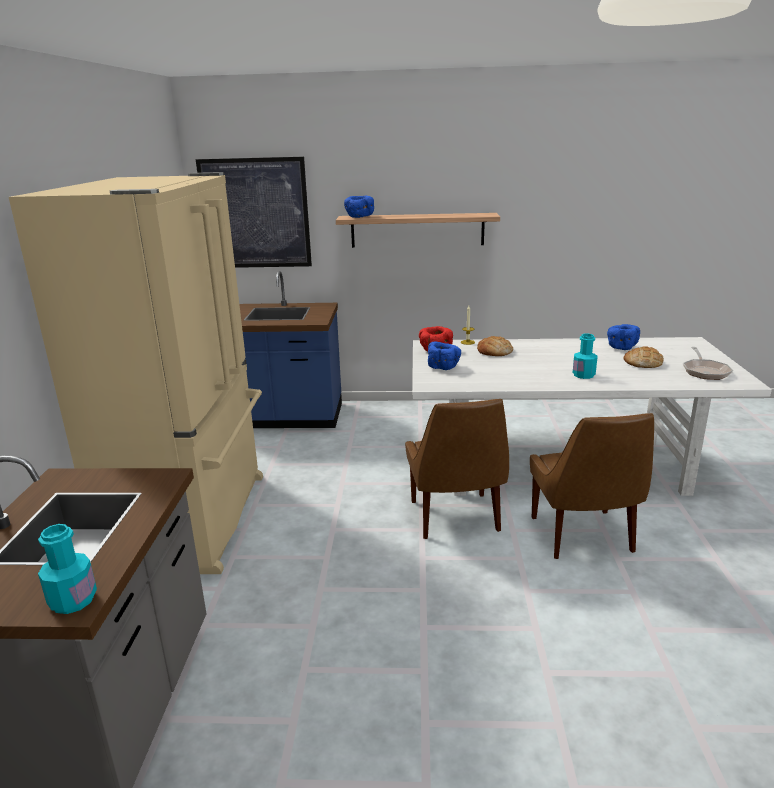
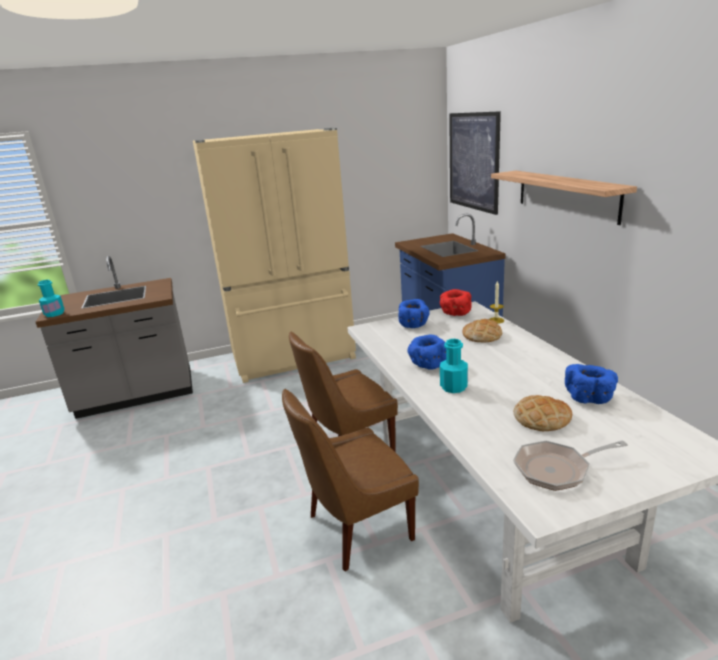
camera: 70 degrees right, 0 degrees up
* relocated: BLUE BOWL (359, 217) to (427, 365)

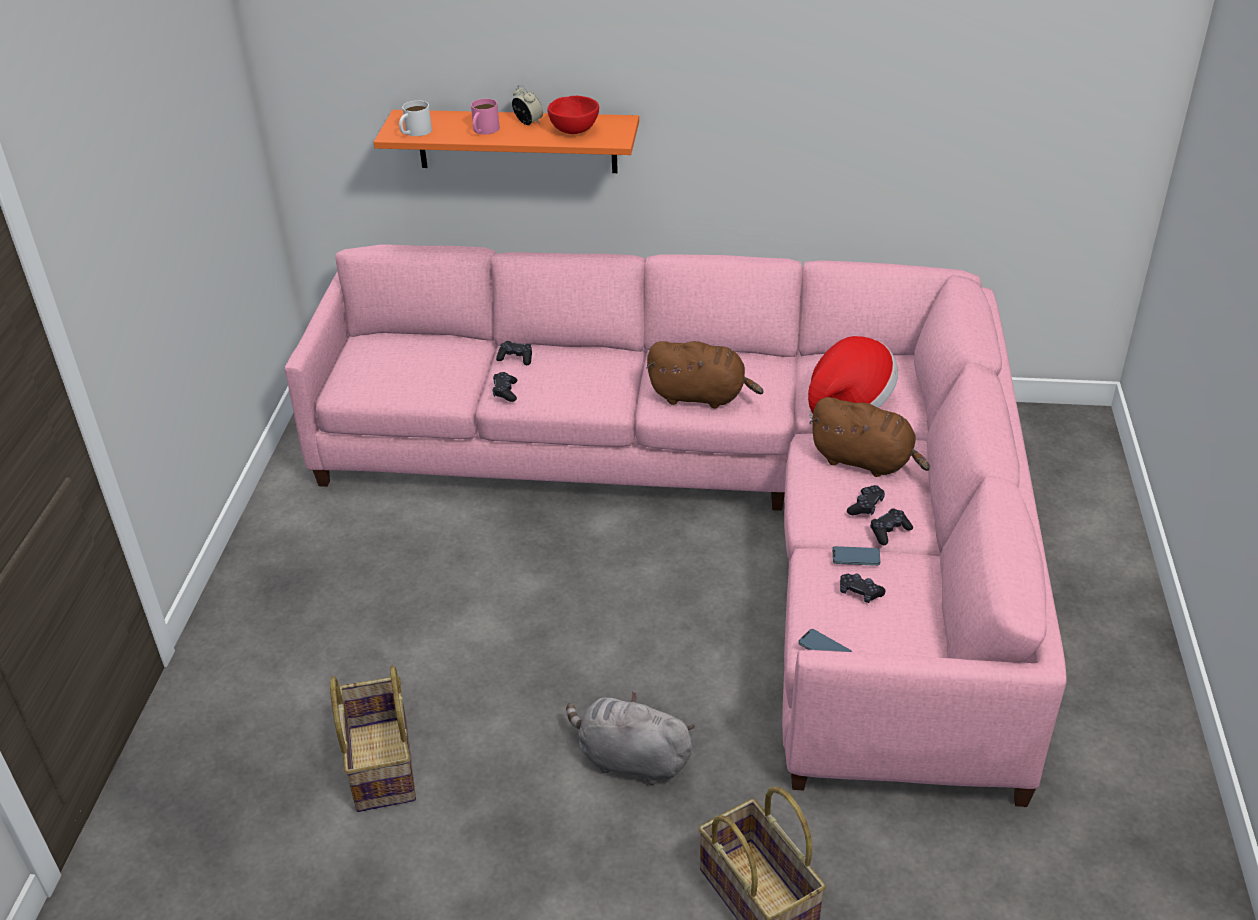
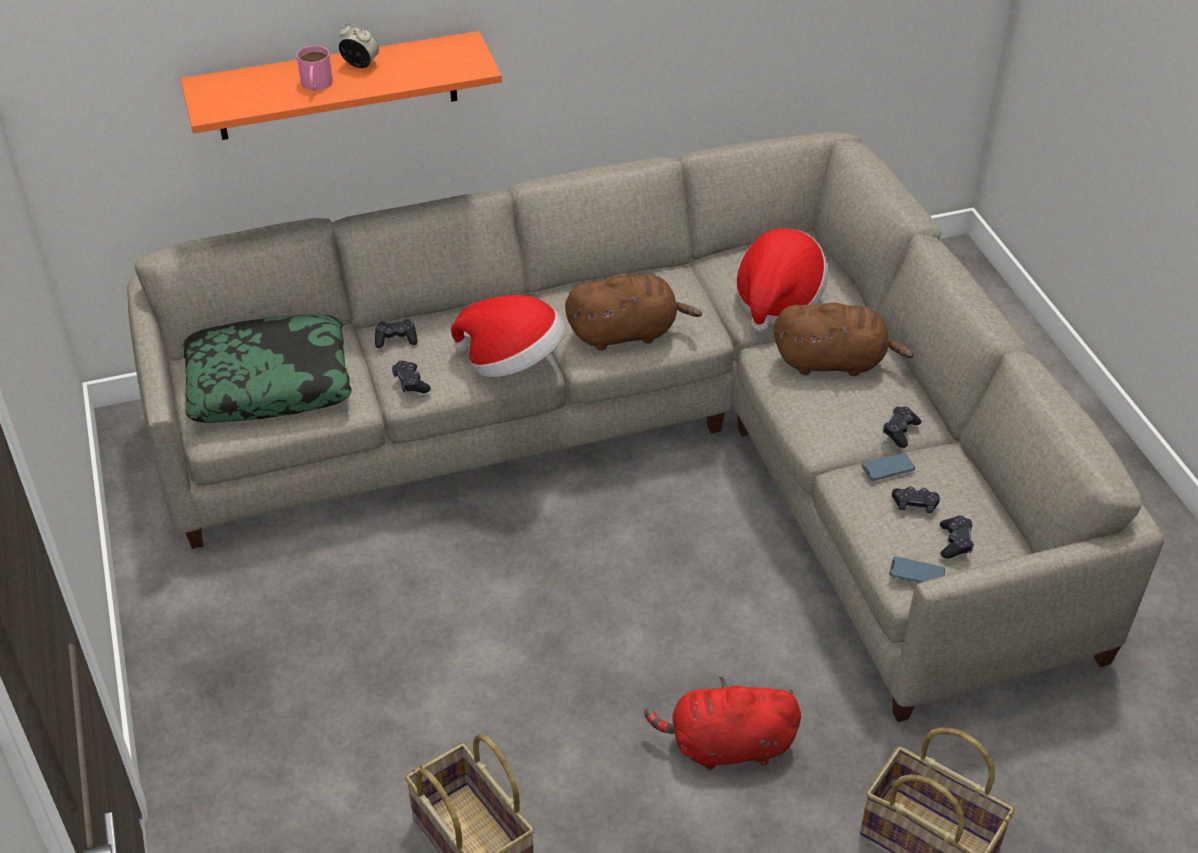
camera: 25 degrees left, 5 degrees up
* colour: PINK-COLOURED COUCH (721, 507) to GREY COUCH (657, 444)
* appeared: PILLOW (269, 382)
* appeared: HAT (513, 362)
* colour: GREY SOFT TOY (630, 759) to RED SOFT TOY (726, 746)
* relocated: BLACKISH JOYPAD (866, 506) to (955, 542)
* missing: WHITE-COLOURED MUG (414, 132)
* missing: RED BOWL (574, 130)

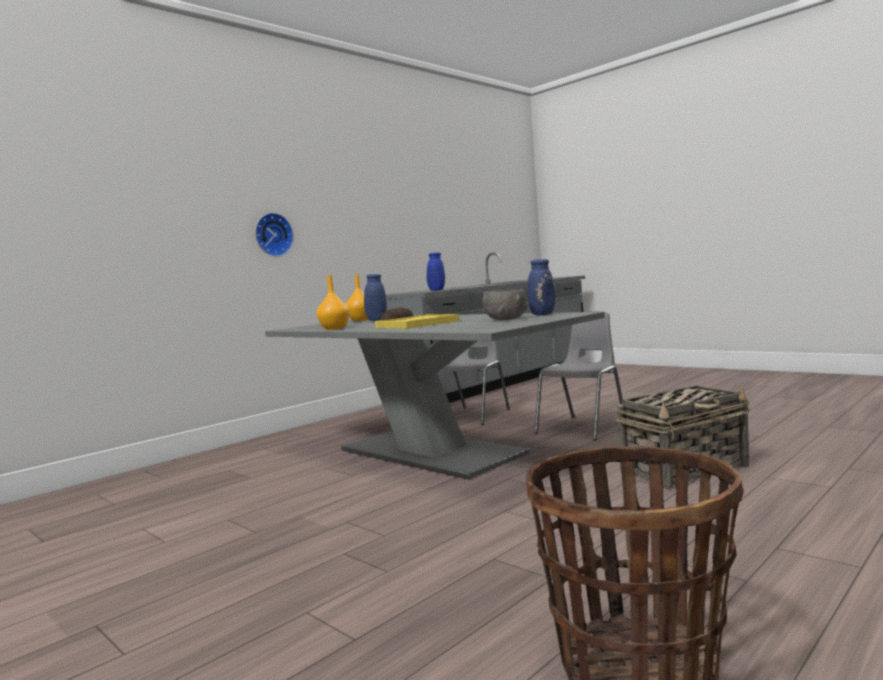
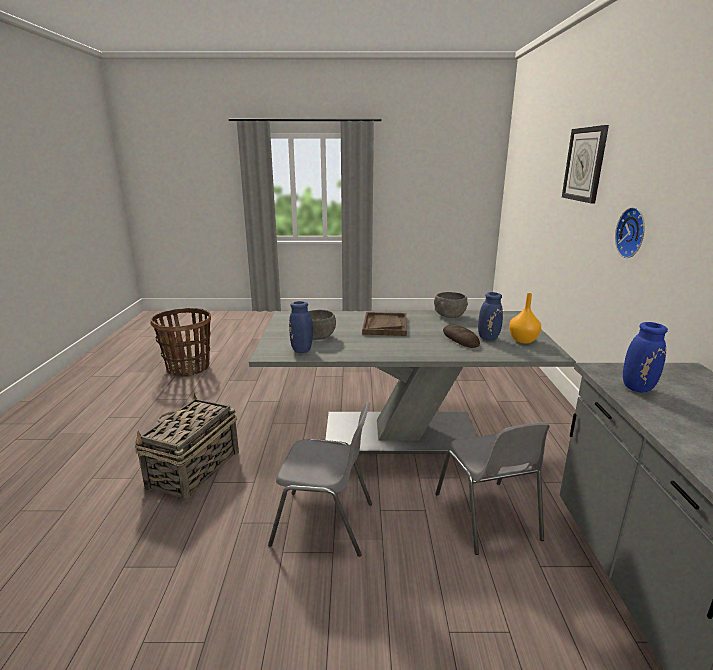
camera: 135 degrees right, 15 degrees up
* spun: GREY CHAIR (583, 427) = (325, 524) 75 degrees counterclockwise
* colour: YELLOW SERVING TRAY (417, 324) to BROWN-COLOURED SERVING TRAY (385, 325)
* exchanged: ORANGEY DECORATIVE VASE (334, 328) to GREY BOWL (449, 315)
* appeared: WALL CLOCK (585, 164)

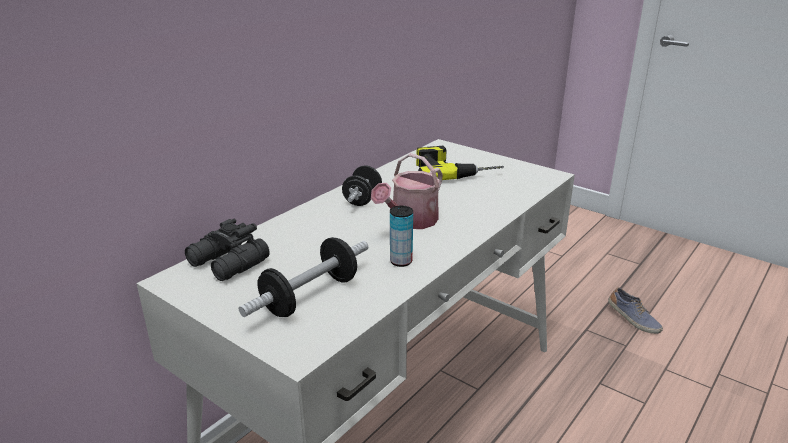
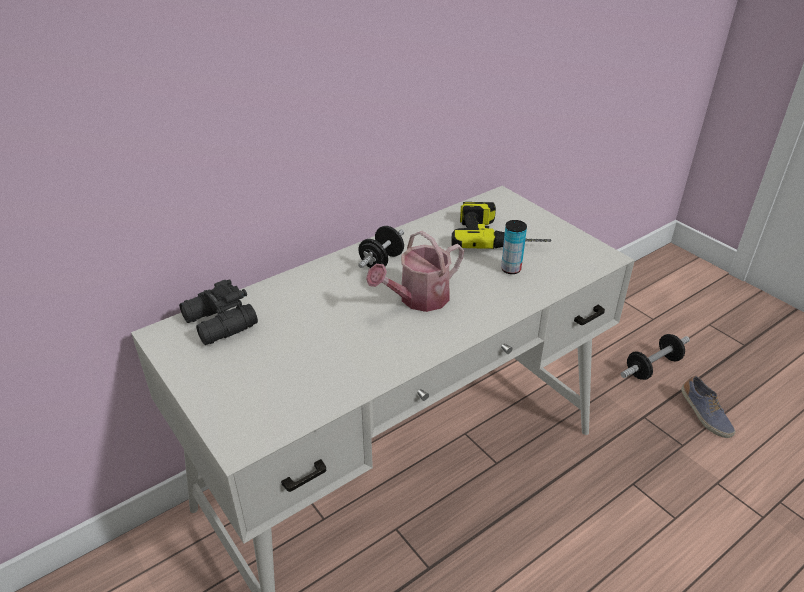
camera: 15 degrees right, 10 degrees up
* relocated: SEALED CAN (401, 261) to (511, 269)
* relocated: HAND WEIGHT (310, 296) to (652, 367)

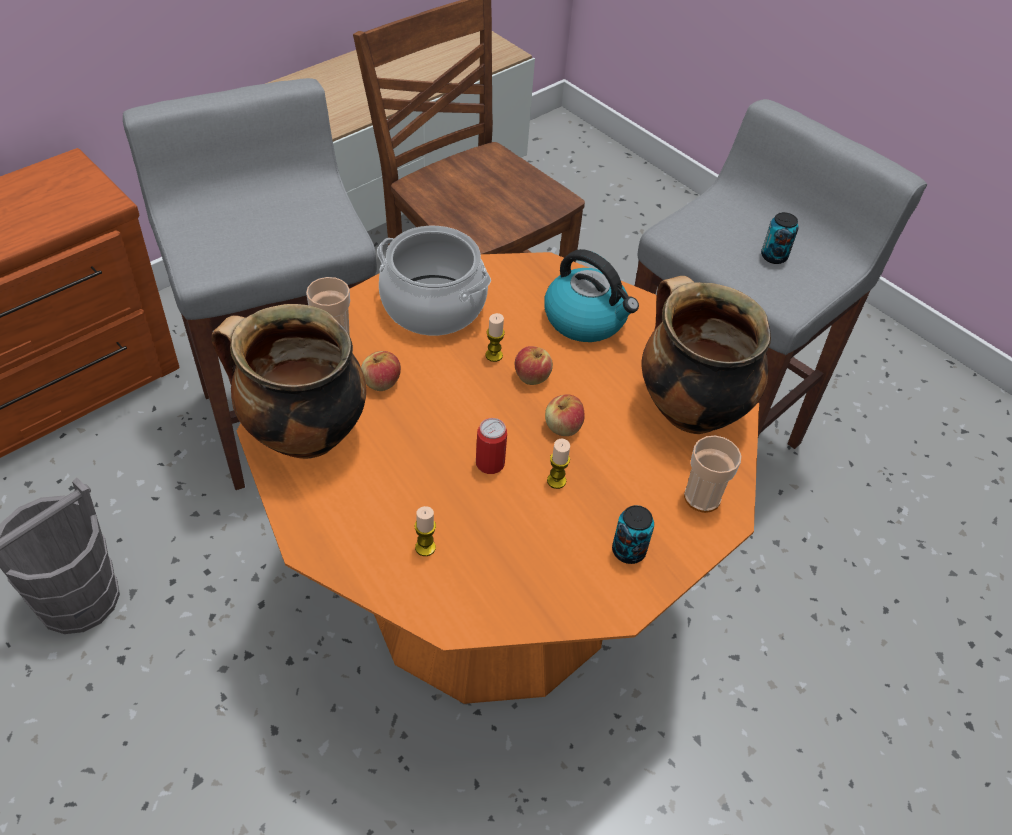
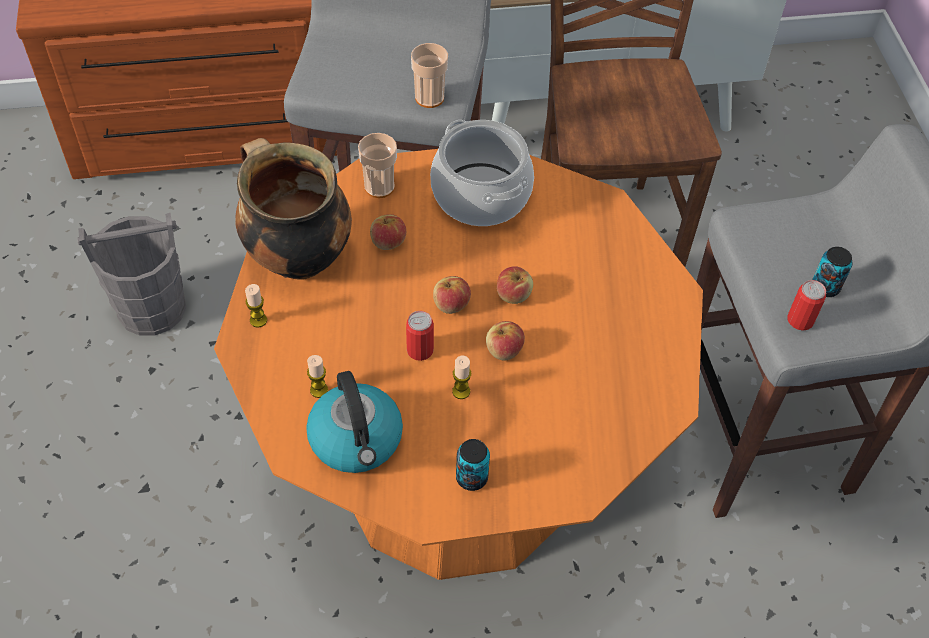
camera: 35 degrees right, 5 degrees up
* relocated: CANDLE (494, 355) to (258, 320)
* relocated: KETTLE (586, 319) to (357, 440)
* relocated: CUP (702, 497) to (429, 98)
* appeared: WHOLE APPLE (451, 304)
* appeared: SEALED CAN (800, 320)
* missing: SAUCEPOT (687, 410)

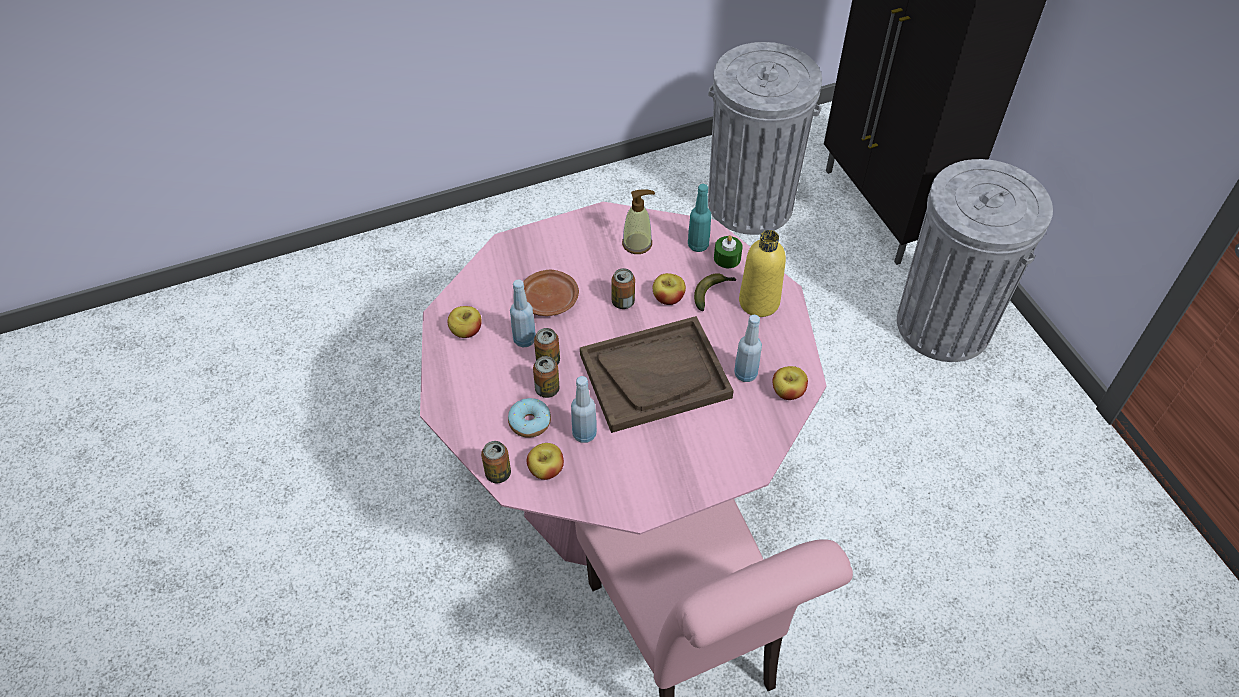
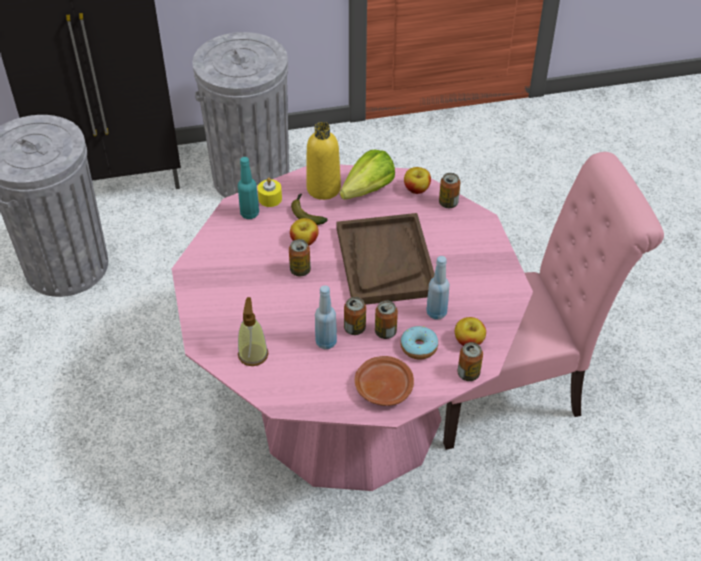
camera: 80 degrees left, 5 degrees down
* relocated: SOAP BOTTLE (637, 243) to (253, 354)
* colour: GREENISH CANDLE (727, 258) to YELLOW CANDLE (270, 198)
* appeared: LETTUCE HEAD (363, 193)
* relocated: BROWN-COLOURED FLAT DISH (549, 300) to (383, 387)
* appeared: SEALED CAN (448, 203)
* missing: WHOLE APPLE (466, 331)
* missing: BLUE BOTTLE (745, 374)

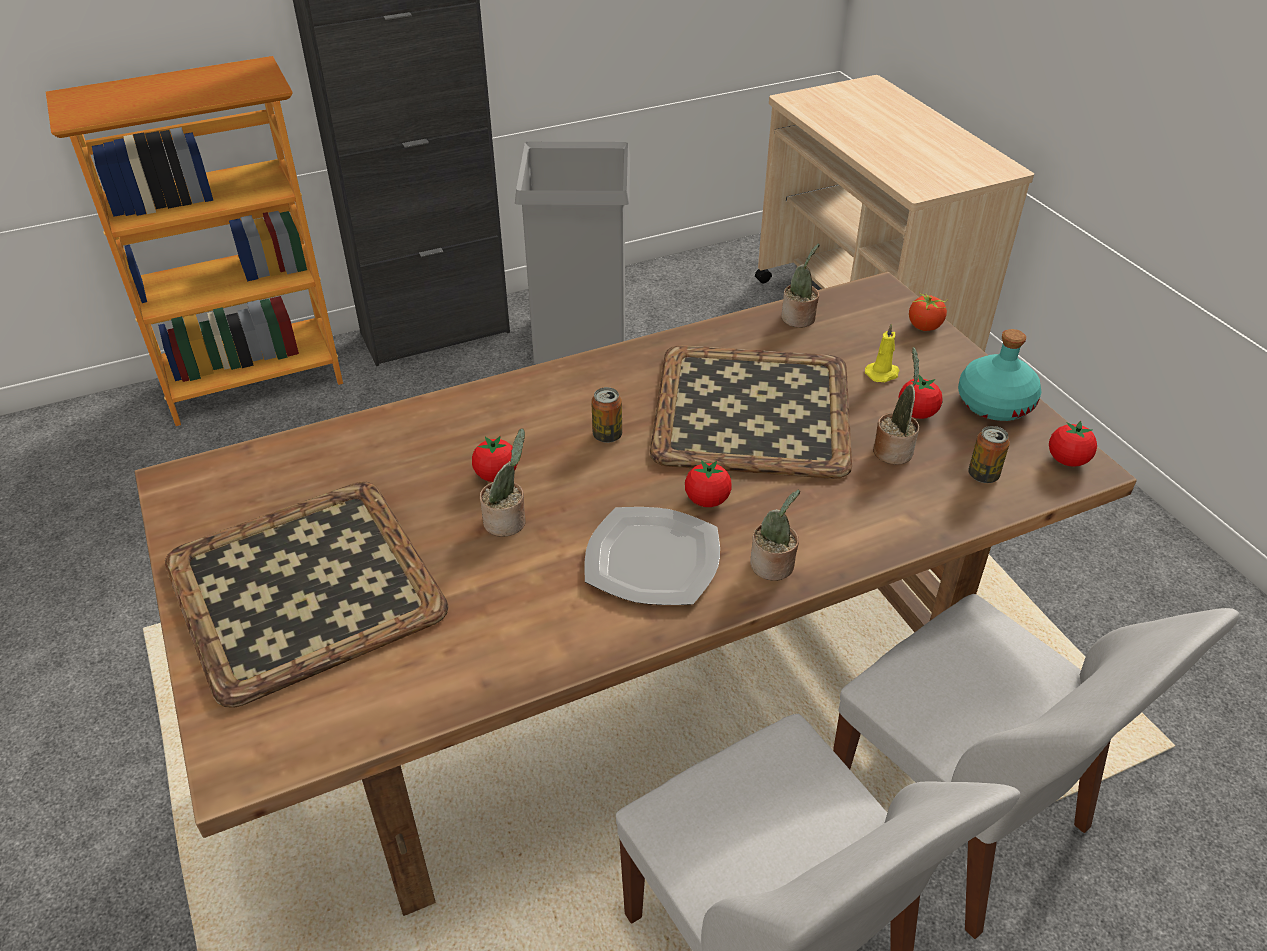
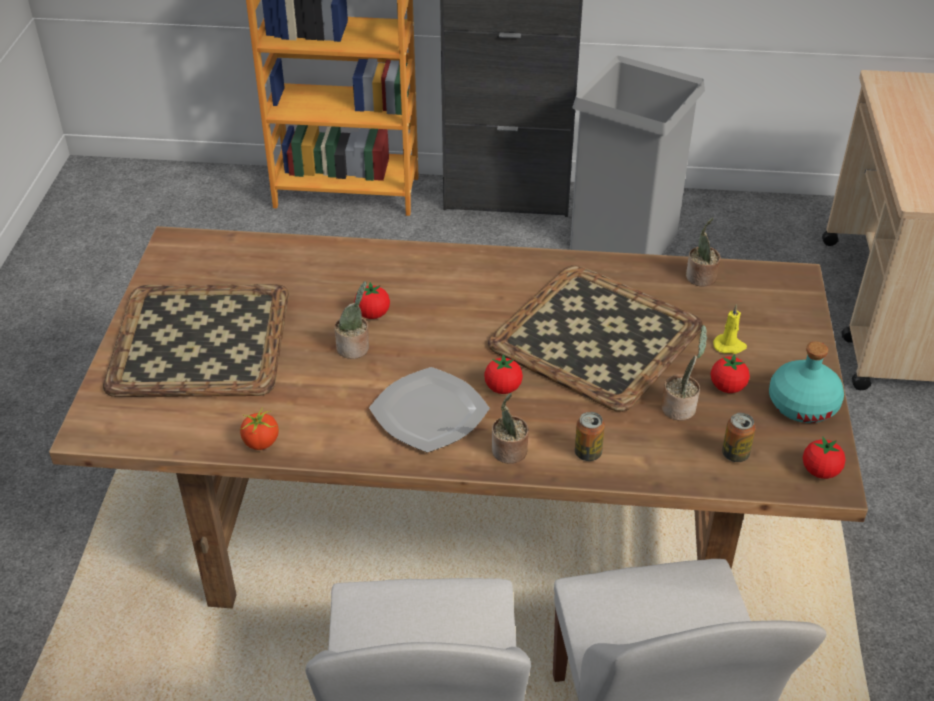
camera: 30 degrees right, 0 degrees up
* relocated: WHOLE TOMATO (924, 326) to (261, 443)
* relocated: SEALED CAN (607, 435) to (587, 453)

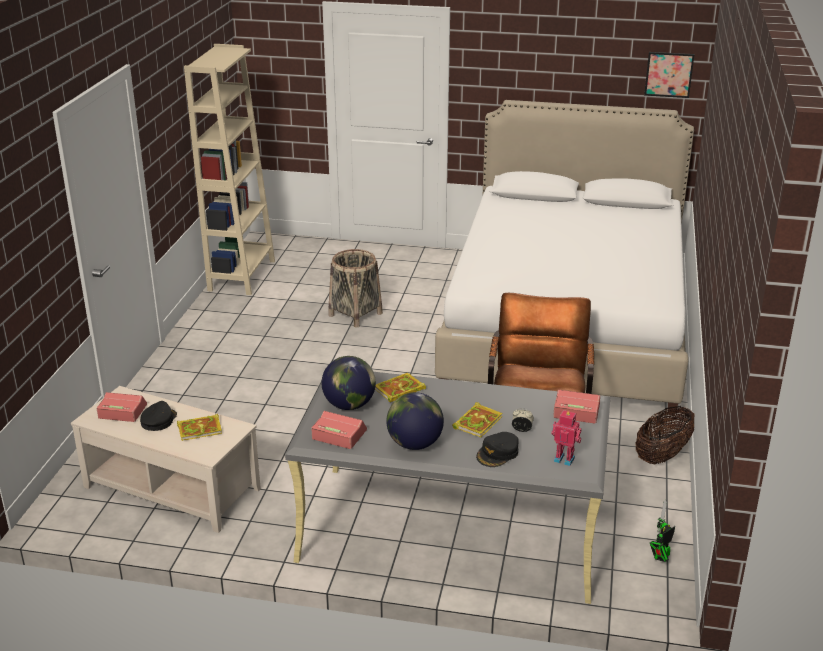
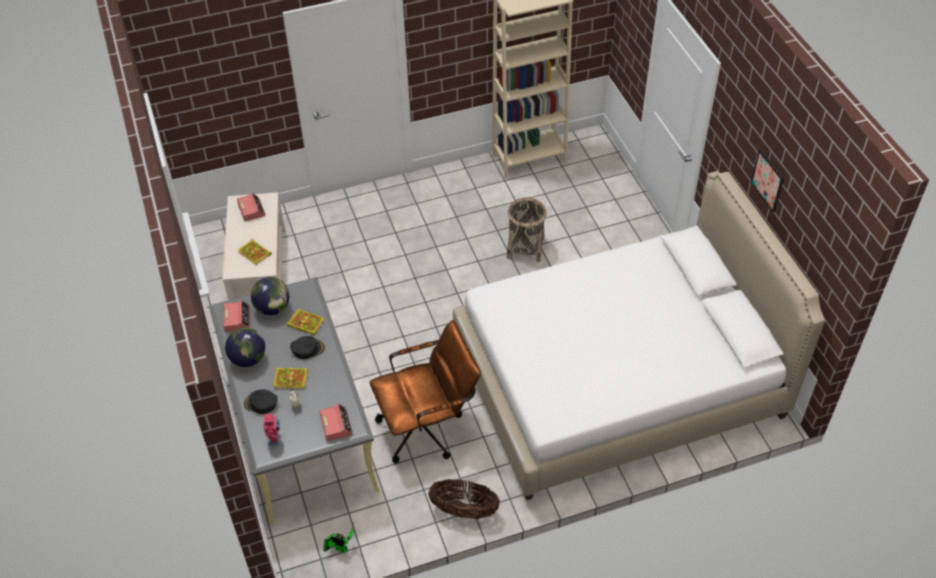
camera: 60 degrees right, 20 degrees up
* relocated: BLACKISH PEAKED CAP (158, 420) to (307, 349)
* relocated: PICTURE (669, 74) to (767, 180)

